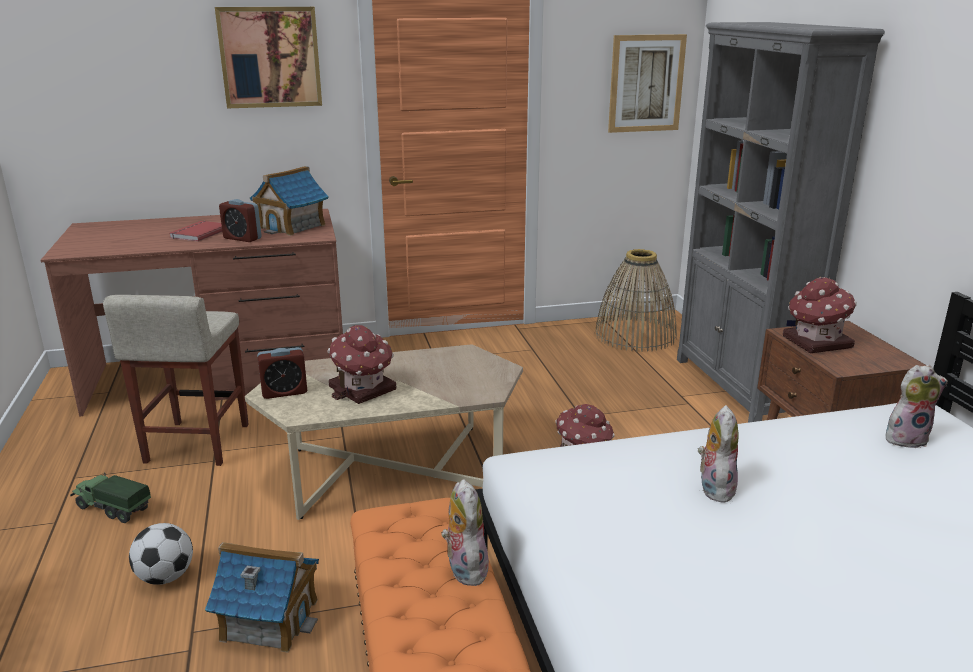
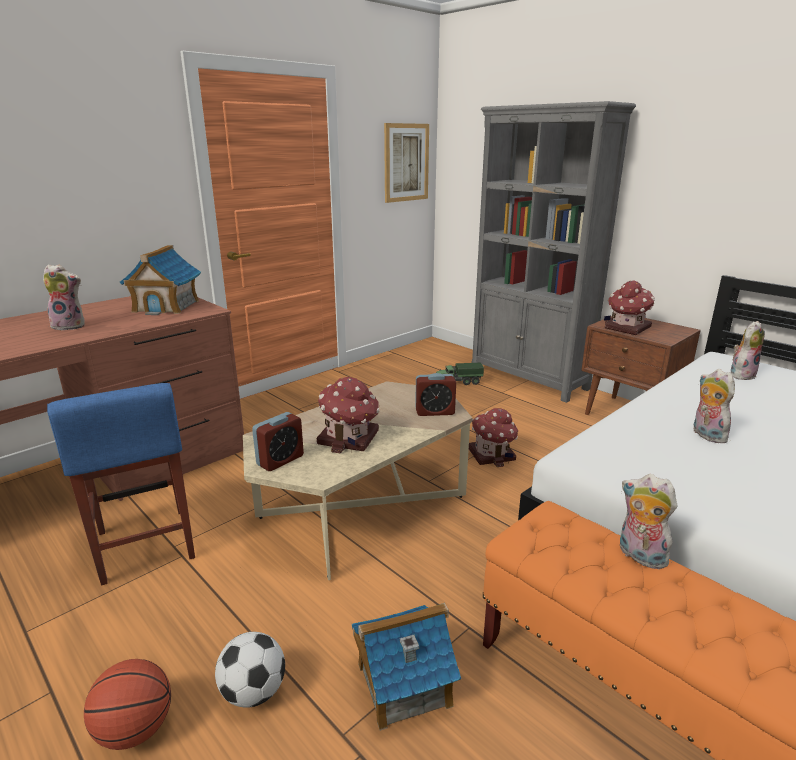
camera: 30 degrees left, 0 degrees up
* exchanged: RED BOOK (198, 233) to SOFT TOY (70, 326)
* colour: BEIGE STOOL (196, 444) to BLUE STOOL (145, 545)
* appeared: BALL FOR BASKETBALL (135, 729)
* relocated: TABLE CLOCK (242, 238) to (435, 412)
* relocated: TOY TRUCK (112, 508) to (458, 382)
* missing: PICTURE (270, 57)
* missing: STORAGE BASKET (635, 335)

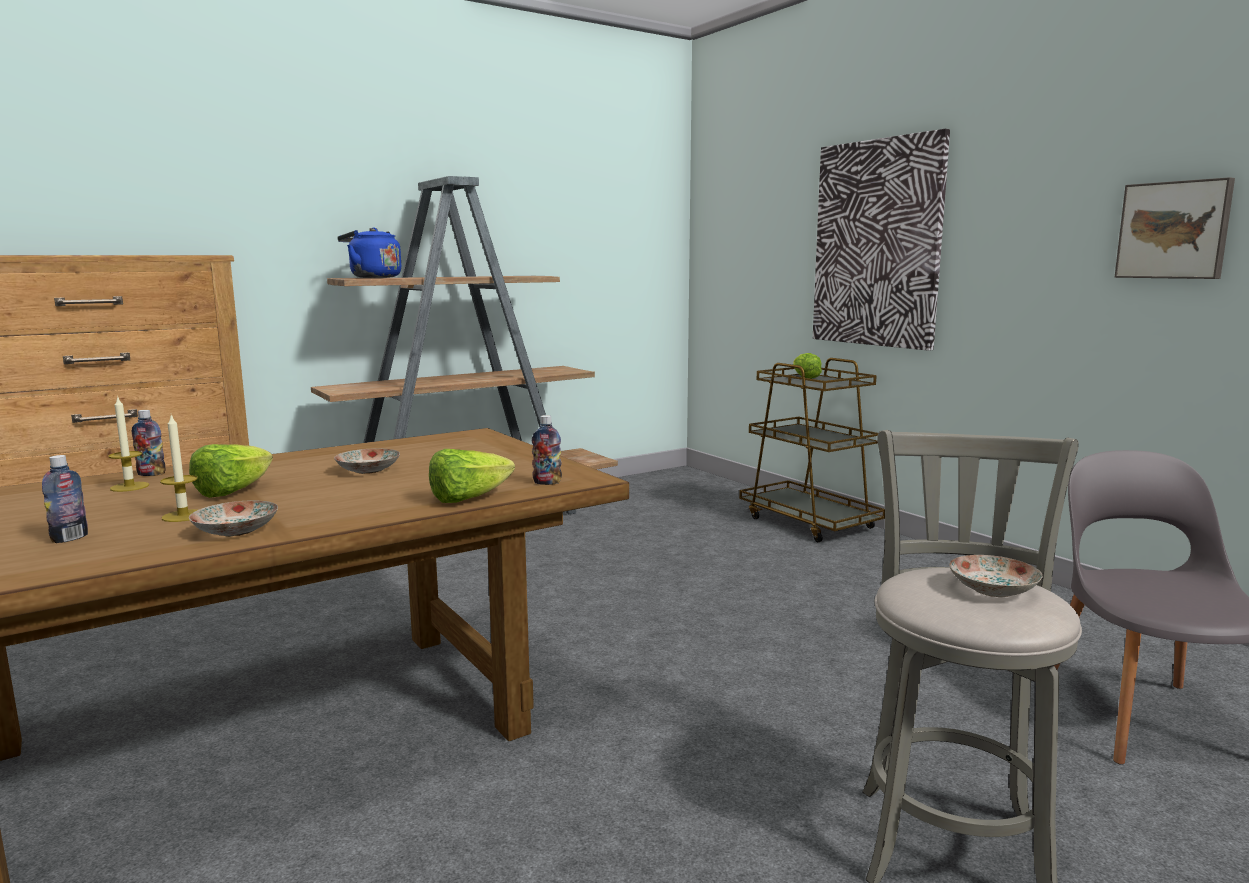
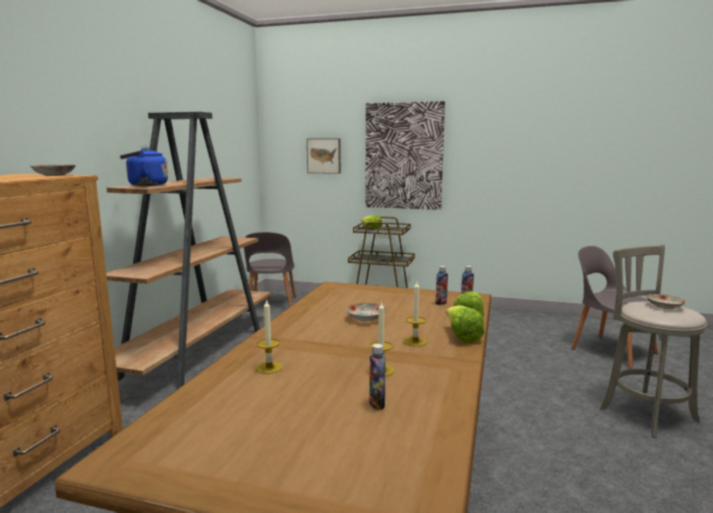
camera: 40 degrees left, 0 degrees up
* relocated: FLAT DISH (236, 531) to (54, 175)
* appeared: GREY CHAIR (271, 304)
* relocated: PICTURE (1174, 230) to (324, 155)
* appeared: CANDLE (415, 341)
* relocated: BOTTLE (151, 474) to (441, 303)
* relocated: LETTUCE HEAD (233, 492) to (461, 337)

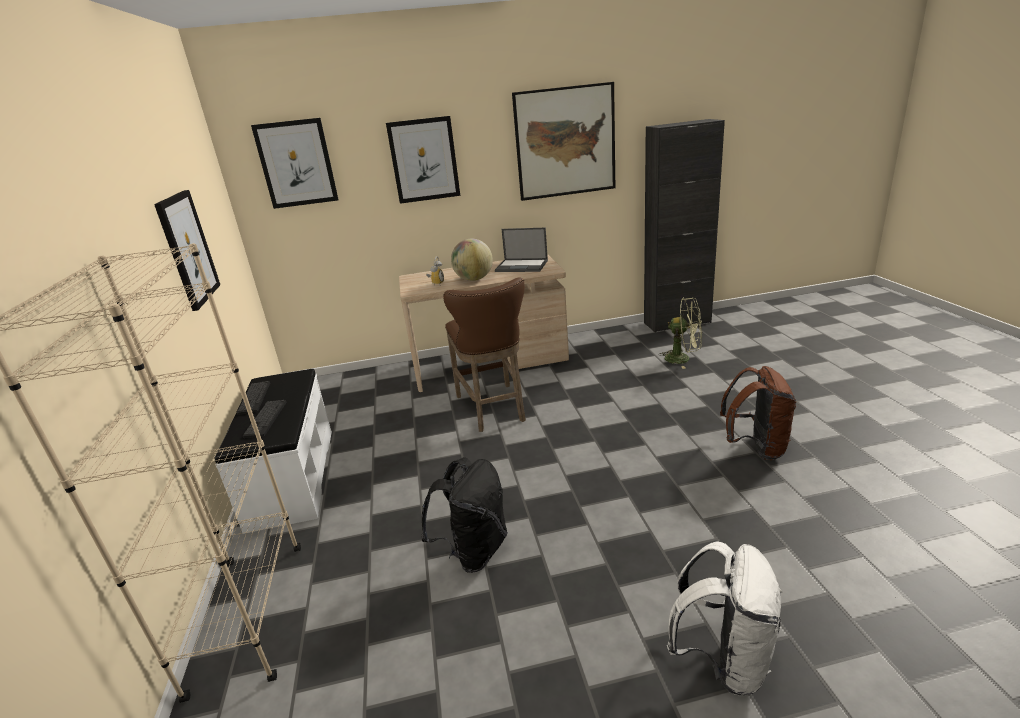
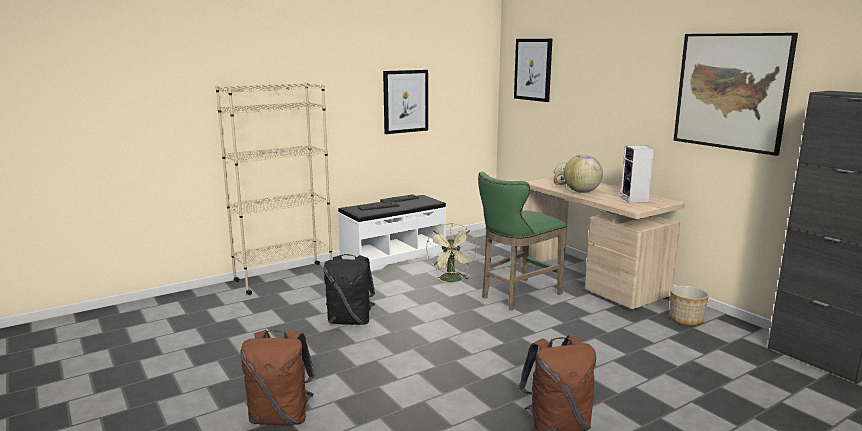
camera: 65 degrees right, 10 degrees down
* colour: WHITE-COLOURED RUCKSACK (724, 659) to BROWN-COLOURED RUCKSACK (281, 417)
* relocated: GREENISH COOLING FAN (683, 359) to (452, 280)
* colour: BROWN-COLOURED STOOL (493, 410) to GREENISH STOOL (516, 296)
* exchanged: LAPTOP (522, 266) to LOUDSPEAKER (635, 199)
* appeared: PLANT POT (686, 319)
* missing: PICTURE (424, 160)

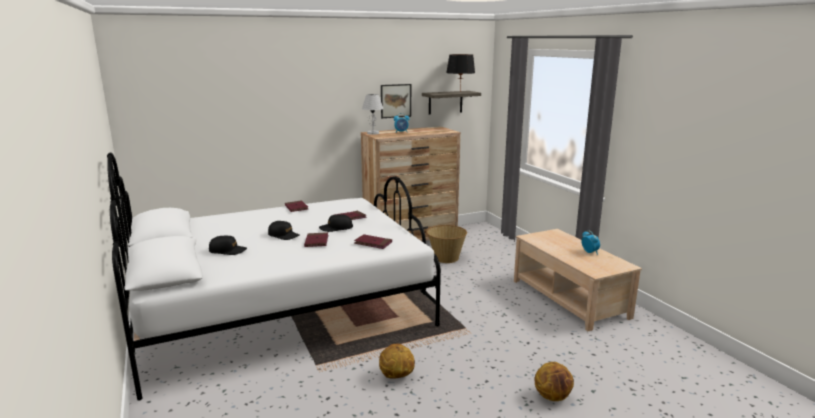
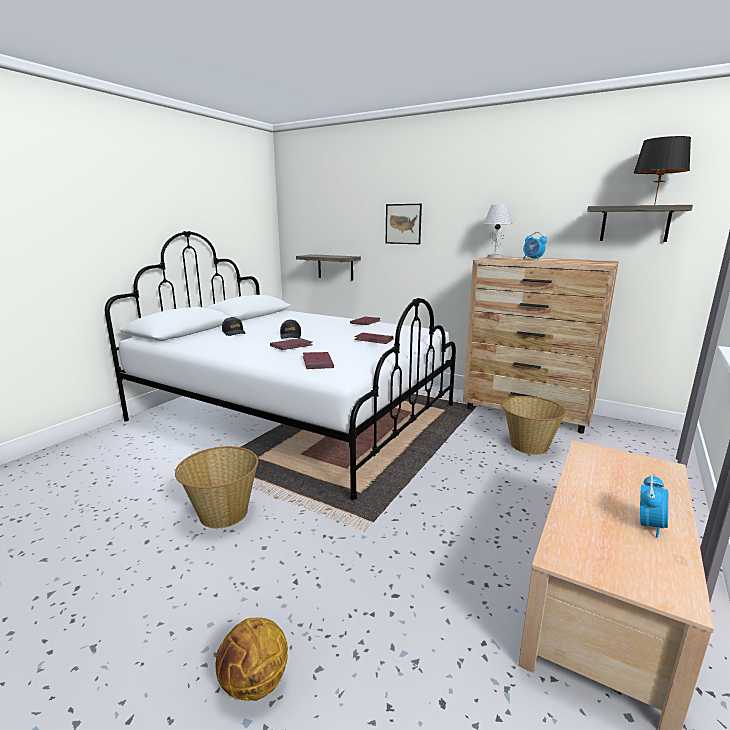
camera: 55 degrees right, 0 degrees up
* exchanged: BALL FOR BASKETBALL (396, 376) to STORAGE BASKET (223, 513)
* appeared: WALL SHELF (335, 267)
* relocated: PICTURE (396, 101) to (403, 224)
* missing: BLACKISH PEAKED CAP (336, 228)

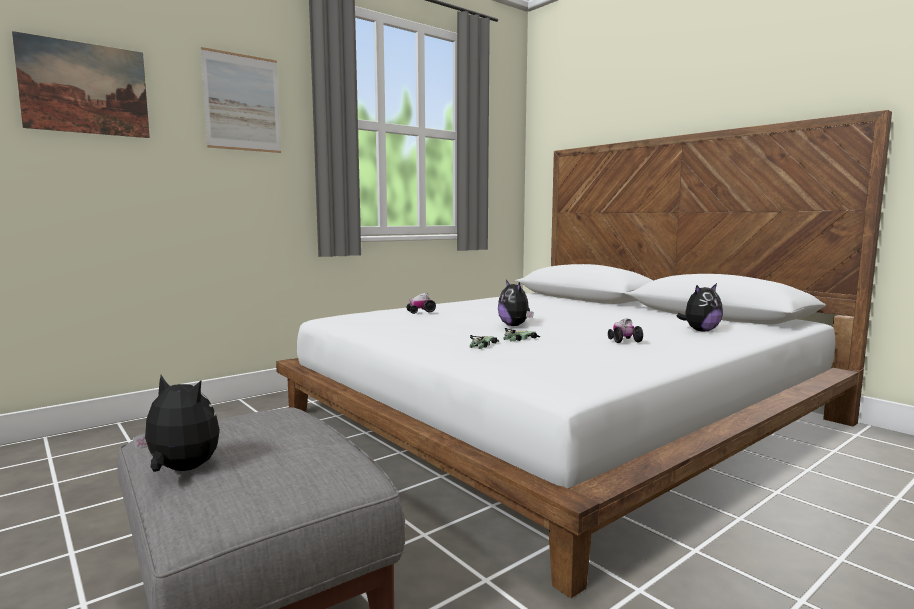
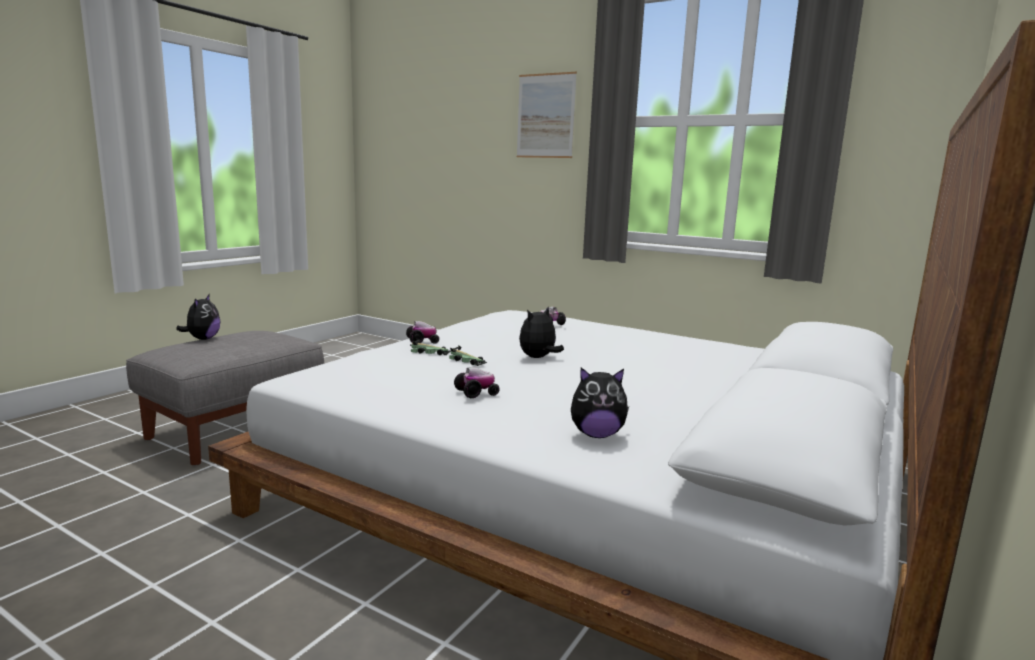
camera: 70 degrees right, 5 degrees up
* appeared: TOY CAR (422, 342)
* spun: SOFT TOY (700, 331) = (597, 434) 45 degrees counterclockwise
* missing: PICTURE (85, 88)

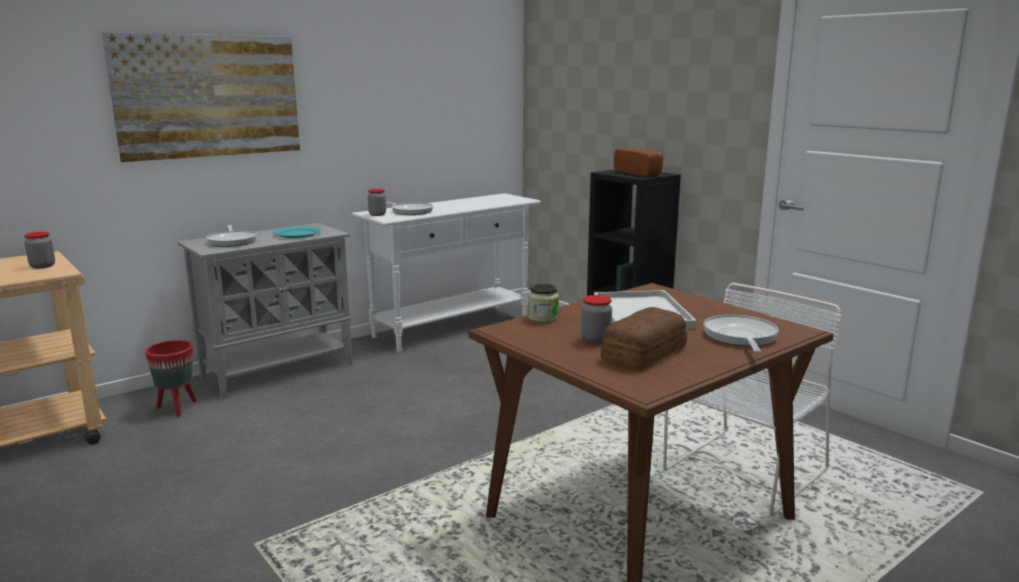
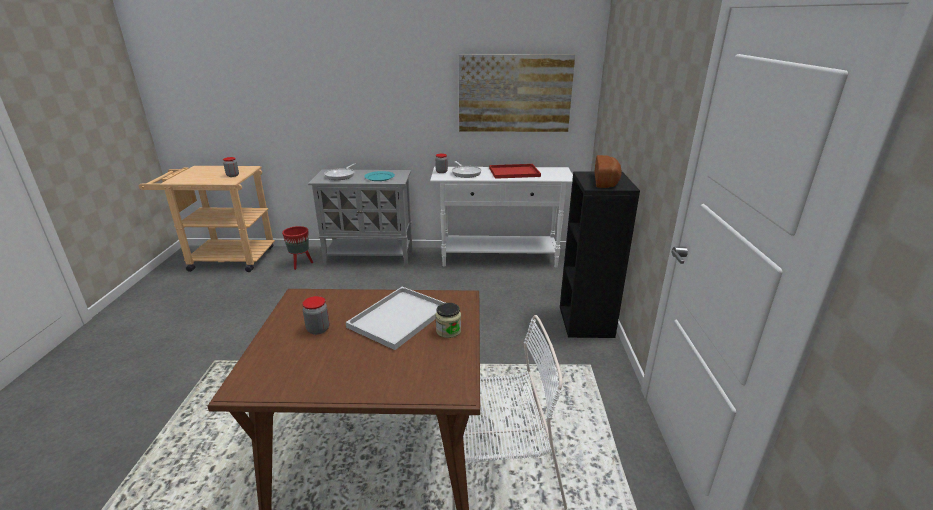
camera: 40 degrees right, 10 degrees up
* relocated: PRESERVE JAR (543, 318) to (448, 331)
* relocated: PICTURE (209, 96) to (514, 94)
* appeared: RED SERVING TRAY (513, 172)
* missing: BAKERY BREAD (641, 353)
* missing: PAN (740, 337)

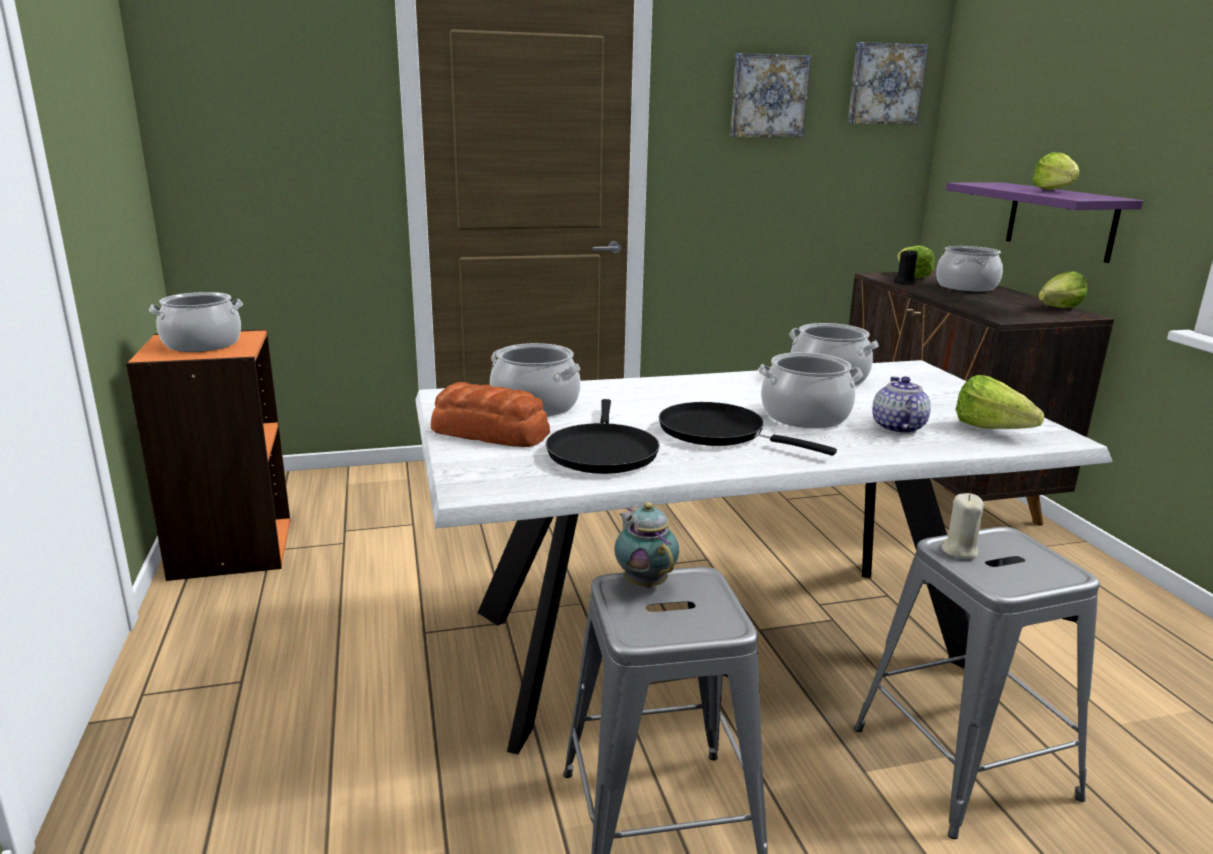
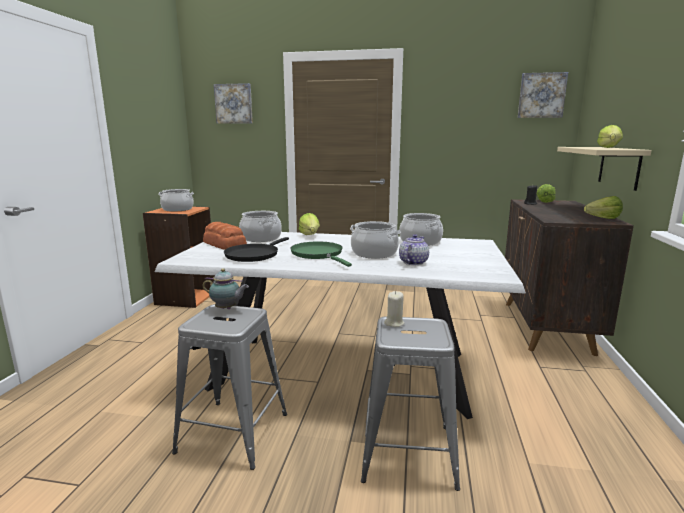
camera: 25 degrees right, 5 degrees down
* spun: POT FOR TEA (644, 582) = (227, 309) 105 degrees clockwise
* relocated: PICTURE (768, 96) to (234, 104)
* colour: BLACKISH PAN (718, 433) to GREENISH PAN (319, 254)
* relocated: LETTUCE HEAD (996, 431) to (309, 236)
* colour: PURPLE WALL SHELF (1060, 221) to BEIGE WALL SHELF (619, 167)
* missing: SAUCEPOT (966, 287)

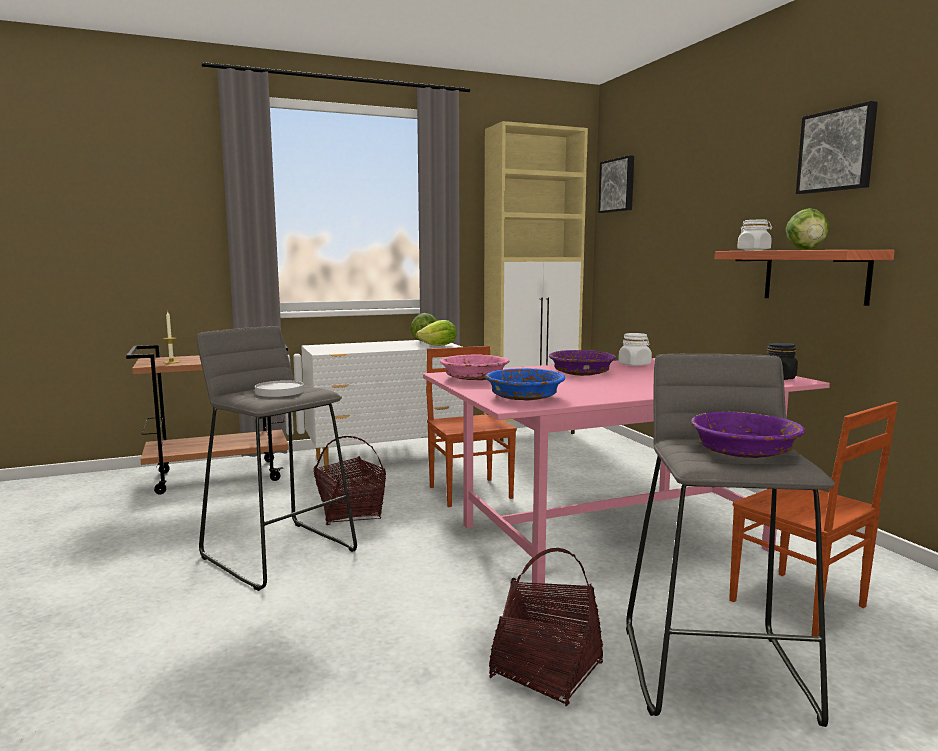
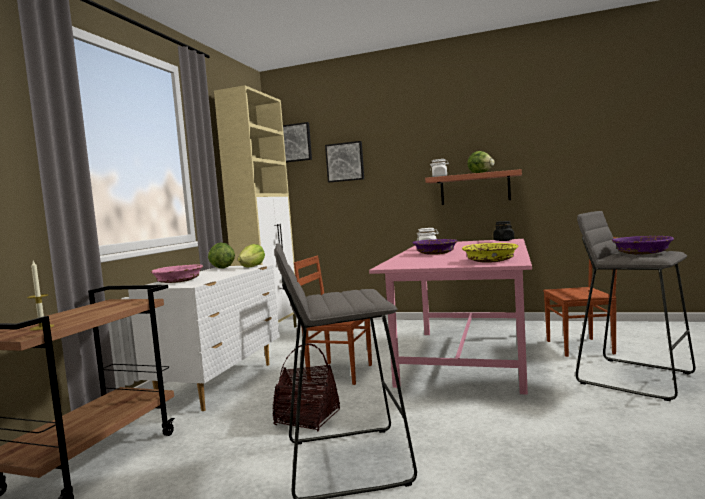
camera: 50 degrees left, 5 degrees down
* relocated: PINK-COLOURED BOWL (474, 378) to (178, 281)
* relocated: PICTURE (837, 150) to (345, 162)
* colour: BLUE BOWL (523, 396) to YELLOW BOWL (490, 260)
* missing: WHITE-COLOURED FLAT DISH (280, 392)
* missing: STORAGE BASKET (547, 670)

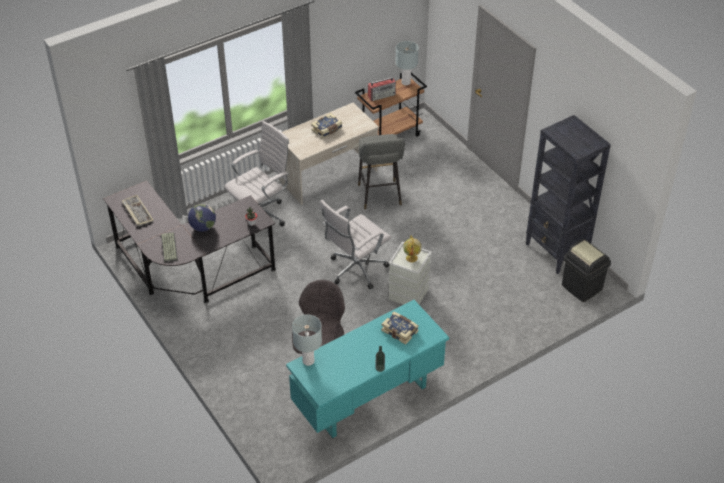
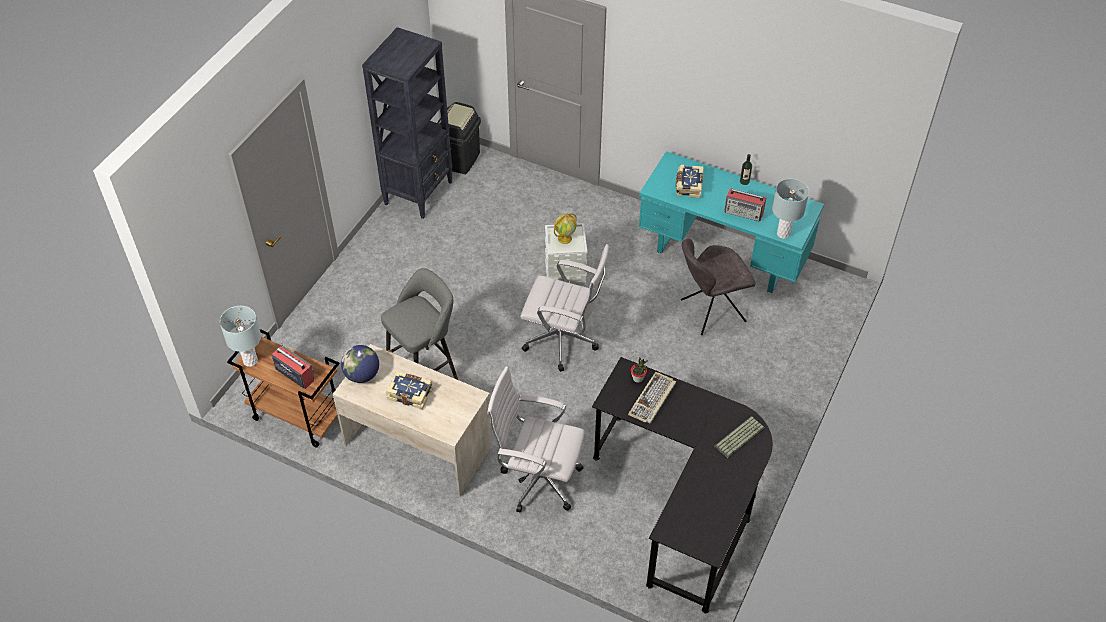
camera: 120 degrees left, 5 degrees up
* relocated: DESK GLOBE (203, 227) to (362, 375)
* relocated: COMPUTER KEYBOARD (137, 211) to (652, 399)
* appeared: RADIO SET (744, 212)

